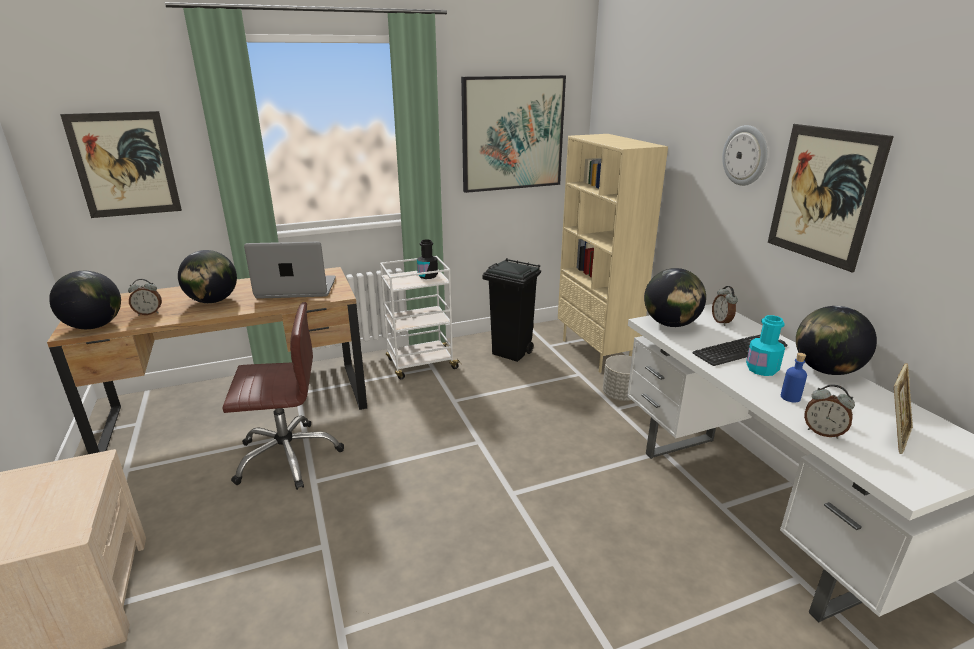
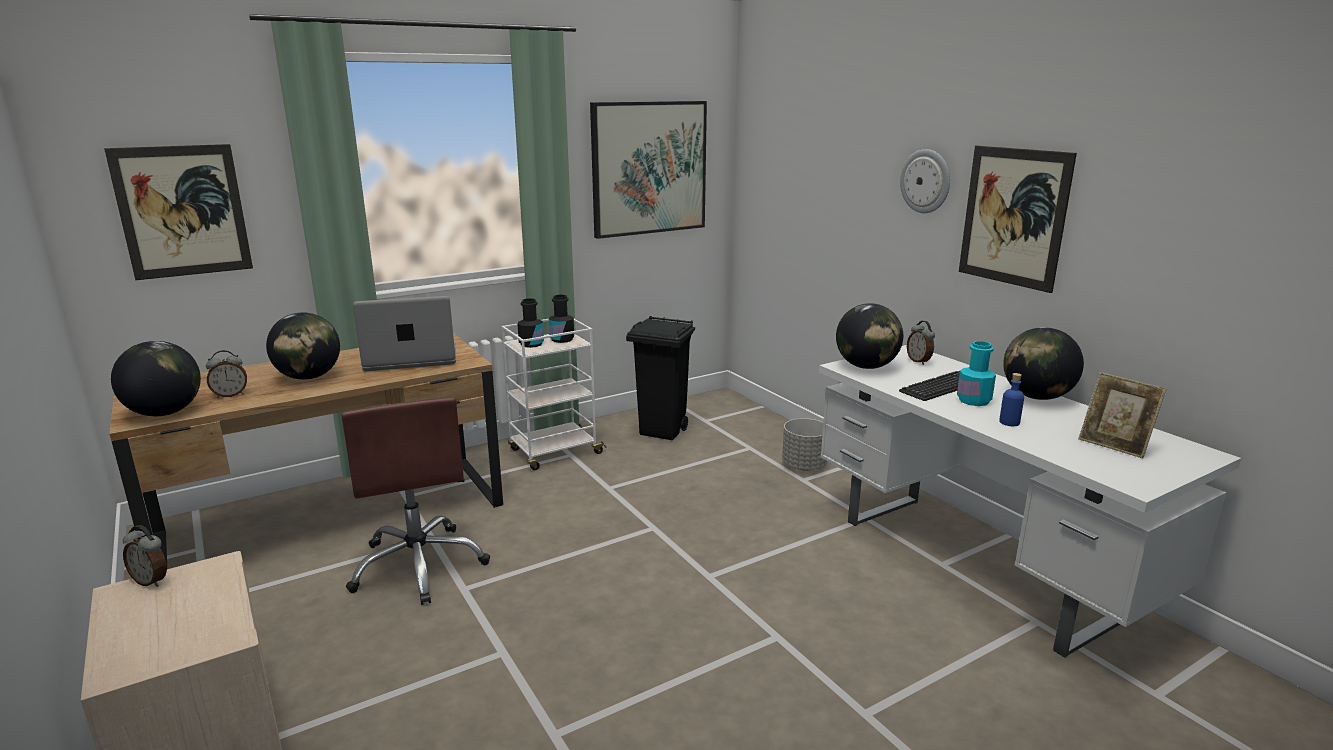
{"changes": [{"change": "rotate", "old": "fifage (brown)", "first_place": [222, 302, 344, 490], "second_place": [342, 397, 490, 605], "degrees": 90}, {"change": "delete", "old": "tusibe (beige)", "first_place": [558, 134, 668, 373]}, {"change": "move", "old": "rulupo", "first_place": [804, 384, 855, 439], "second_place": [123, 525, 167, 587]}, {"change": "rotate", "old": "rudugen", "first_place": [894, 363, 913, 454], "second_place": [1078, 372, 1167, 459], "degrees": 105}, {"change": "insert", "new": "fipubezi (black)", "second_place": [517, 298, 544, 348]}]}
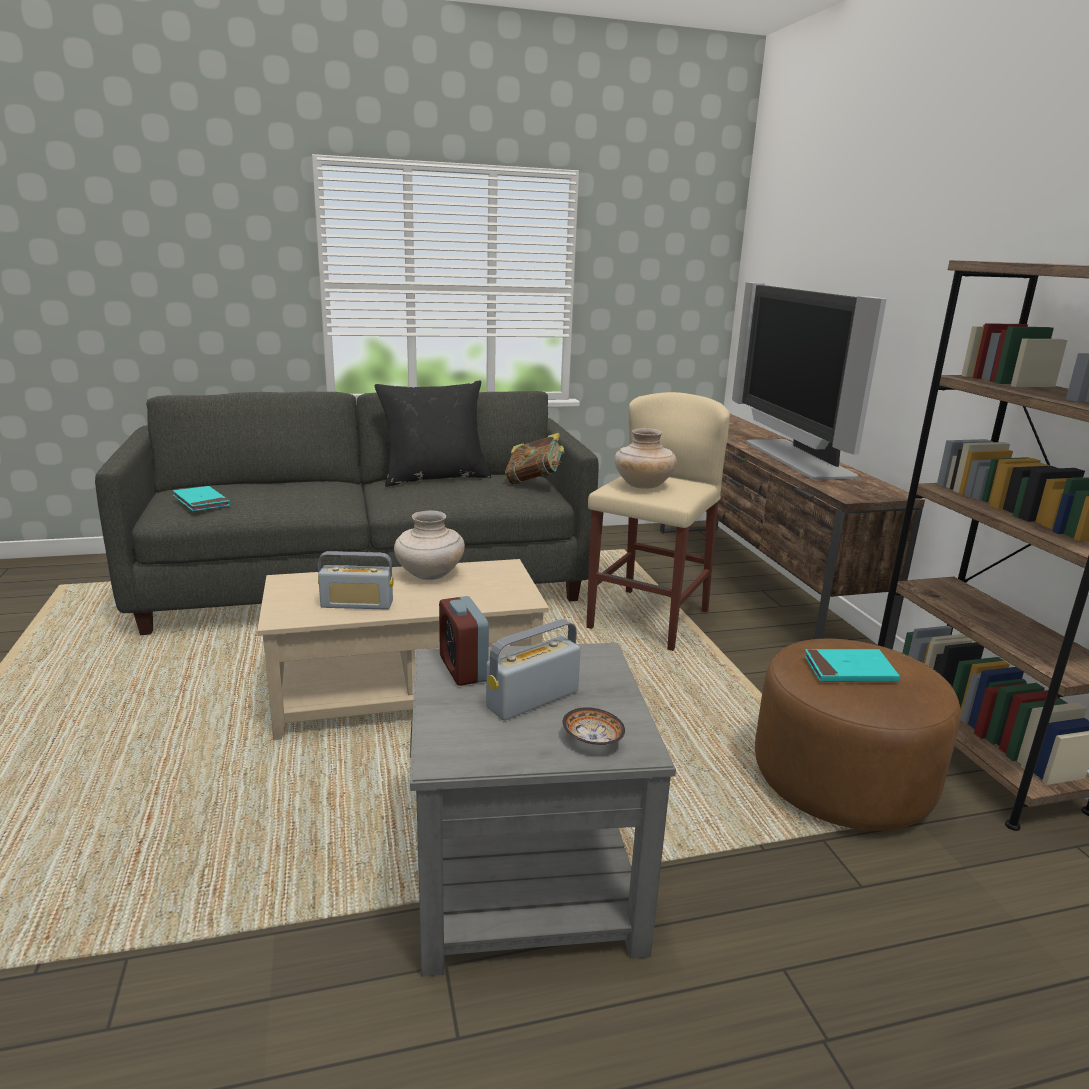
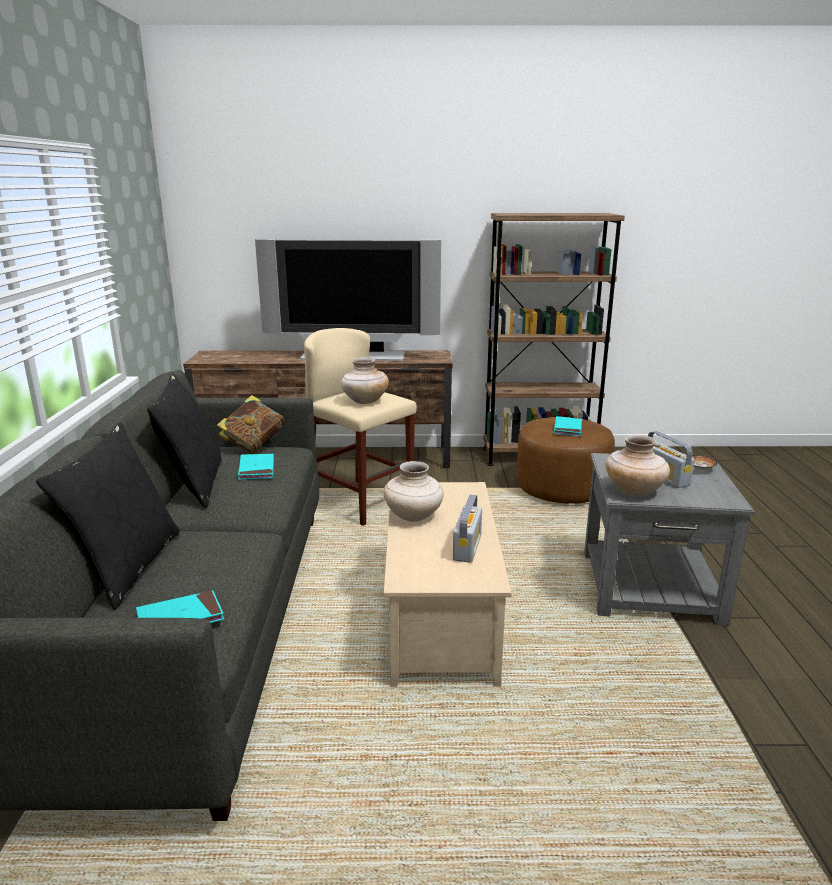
{"changes": [{"change": "replace", "old": "rulupo", "new": "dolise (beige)", "first_place": [439, 596, 489, 686], "second_place": [605, 435, 670, 496]}, {"change": "insert", "new": "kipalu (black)", "second_place": [36, 423, 181, 610]}, {"change": "insert", "new": "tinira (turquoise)", "second_place": [238, 454, 274, 480]}]}
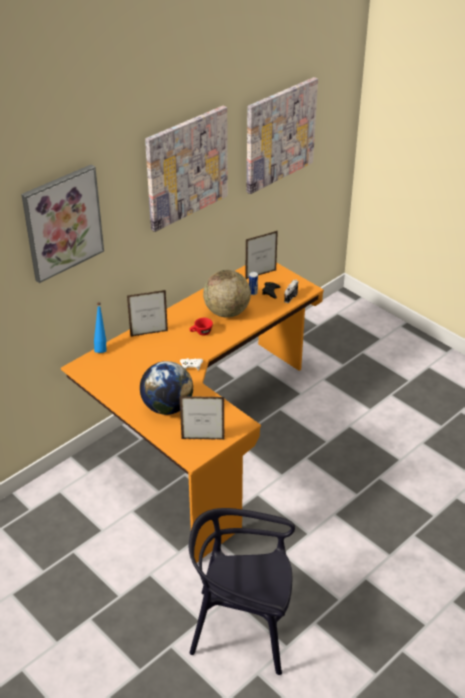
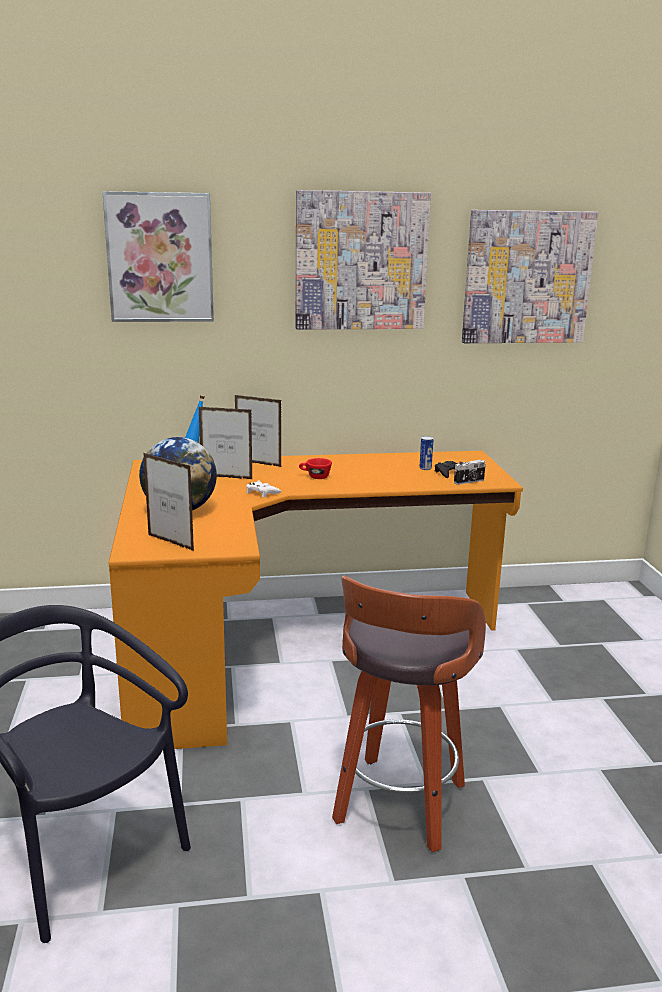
{"changes": [{"change": "delete", "old": "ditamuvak", "first_place": [203, 270, 251, 318]}, {"change": "move", "old": "rudugen", "first_place": [245, 231, 278, 279], "second_place": [199, 407, 252, 479]}, {"change": "insert", "new": "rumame", "second_place": [332, 575, 486, 852]}]}
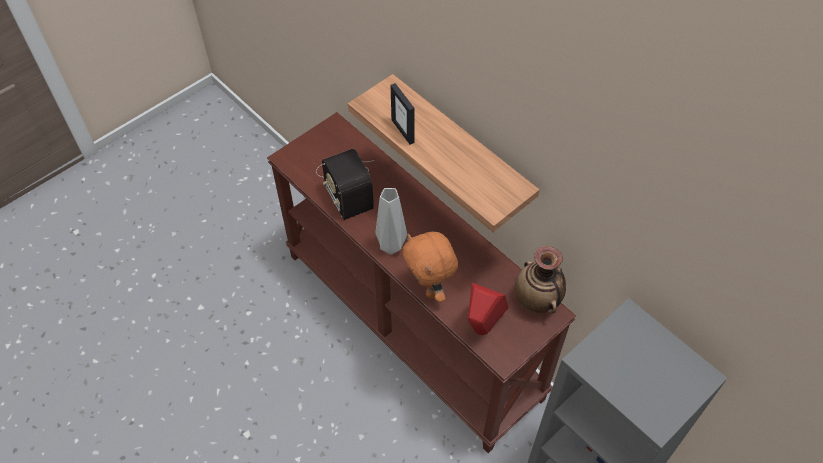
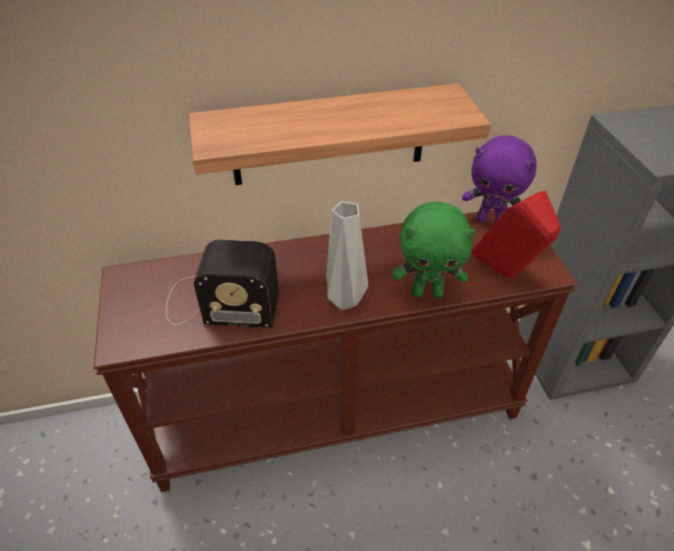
{"changes": [{"change": "delete", "old": "rudugen", "first_place": [391, 83, 415, 144]}, {"change": "recolor", "old": "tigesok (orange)", "new": "tigesok (green)", "first_place": [402, 232, 458, 302], "second_place": [392, 201, 476, 298]}, {"change": "replace", "old": "dolise", "new": "tigesok (purple)", "first_place": [515, 246, 566, 314], "second_place": [462, 135, 537, 224]}]}
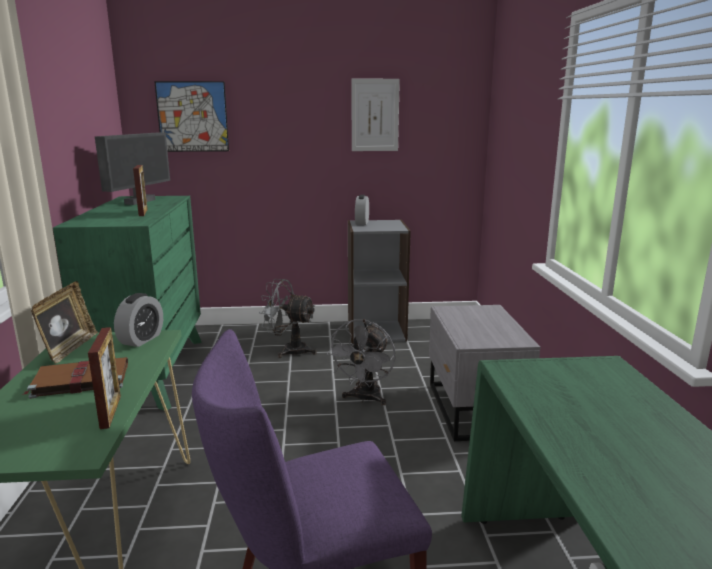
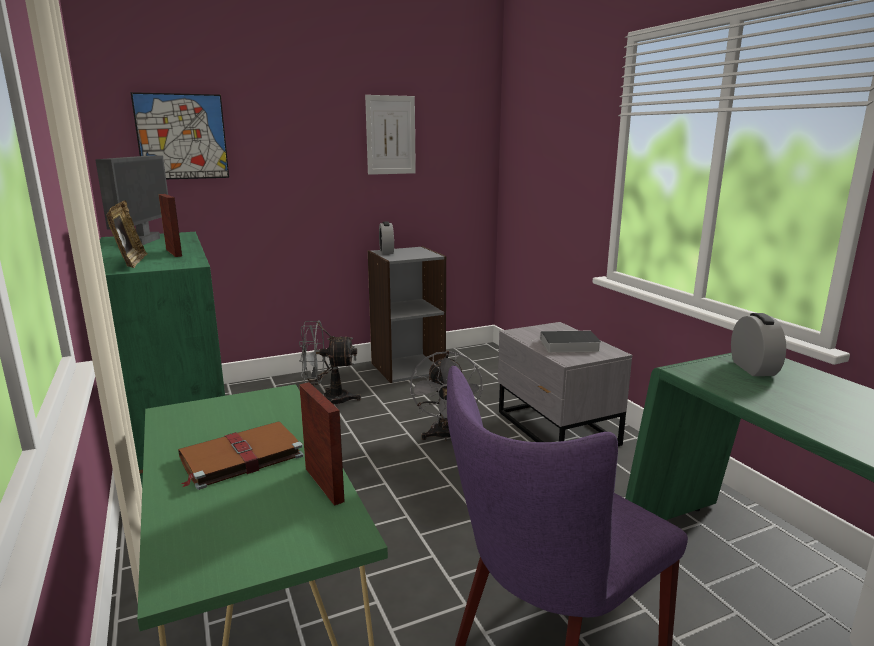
{"changes": [{"change": "move", "old": "rudugen", "first_place": [31, 281, 98, 364], "second_place": [106, 200, 148, 268]}, {"change": "move", "old": "rulupo", "first_place": [114, 293, 163, 347], "second_place": [731, 313, 786, 376]}, {"change": "insert", "new": "tinira", "second_place": [531, 331, 601, 353]}]}
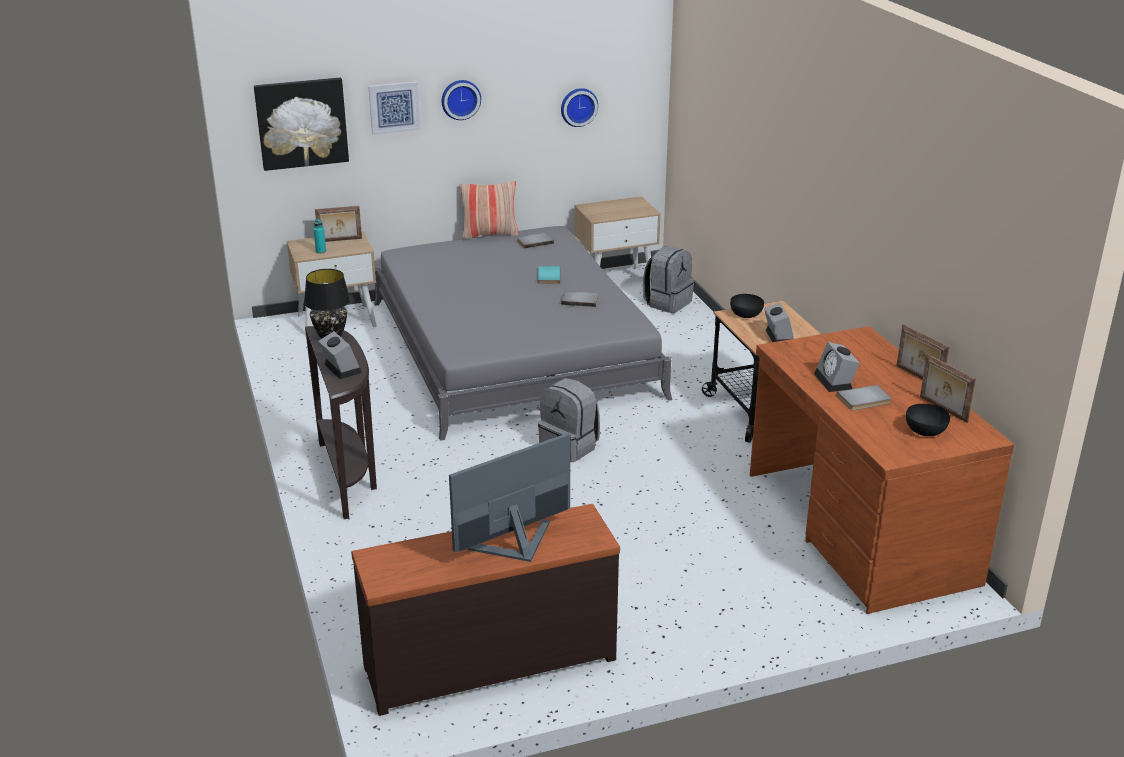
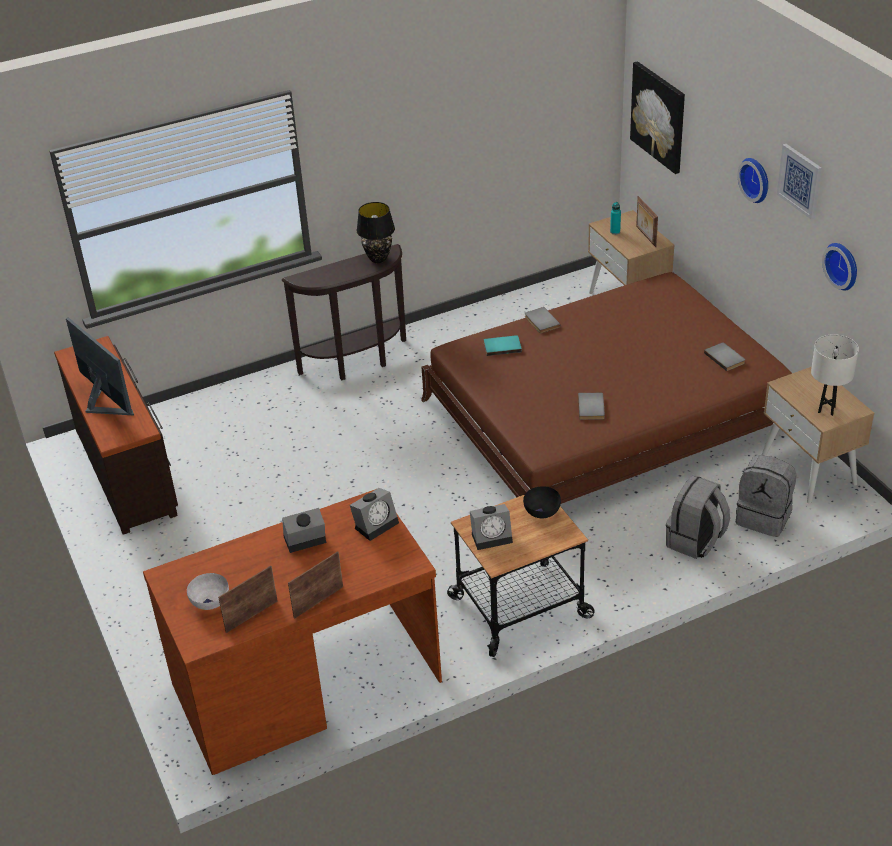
{"changes": [{"change": "move", "old": "rulupo", "first_place": [318, 331, 362, 379], "second_place": [350, 488, 399, 541]}, {"change": "move", "old": "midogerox", "first_place": [368, 81, 421, 135], "second_place": [777, 144, 822, 220]}, {"change": "recolor", "old": "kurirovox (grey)", "new": "kurirovox (brown)", "first_place": [374, 226, 673, 441], "second_place": [421, 272, 792, 504]}, {"change": "delete", "old": "kipalu", "first_place": [459, 181, 519, 239]}, {"change": "move", "old": "tinira (turquoise)", "first_place": [538, 266, 560, 284], "second_place": [484, 335, 522, 356]}, {"change": "move", "old": "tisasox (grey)", "first_place": [538, 378, 600, 462], "second_place": [666, 475, 730, 559]}, {"change": "move", "old": "tinira (grey)", "first_place": [836, 385, 892, 410], "second_place": [525, 307, 561, 333]}, {"change": "recolor", "old": "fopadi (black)", "new": "fopadi (white)", "first_place": [906, 404, 950, 436], "second_place": [187, 573, 229, 610]}, {"change": "insert", "new": "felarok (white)", "second_place": [811, 334, 859, 416]}]}
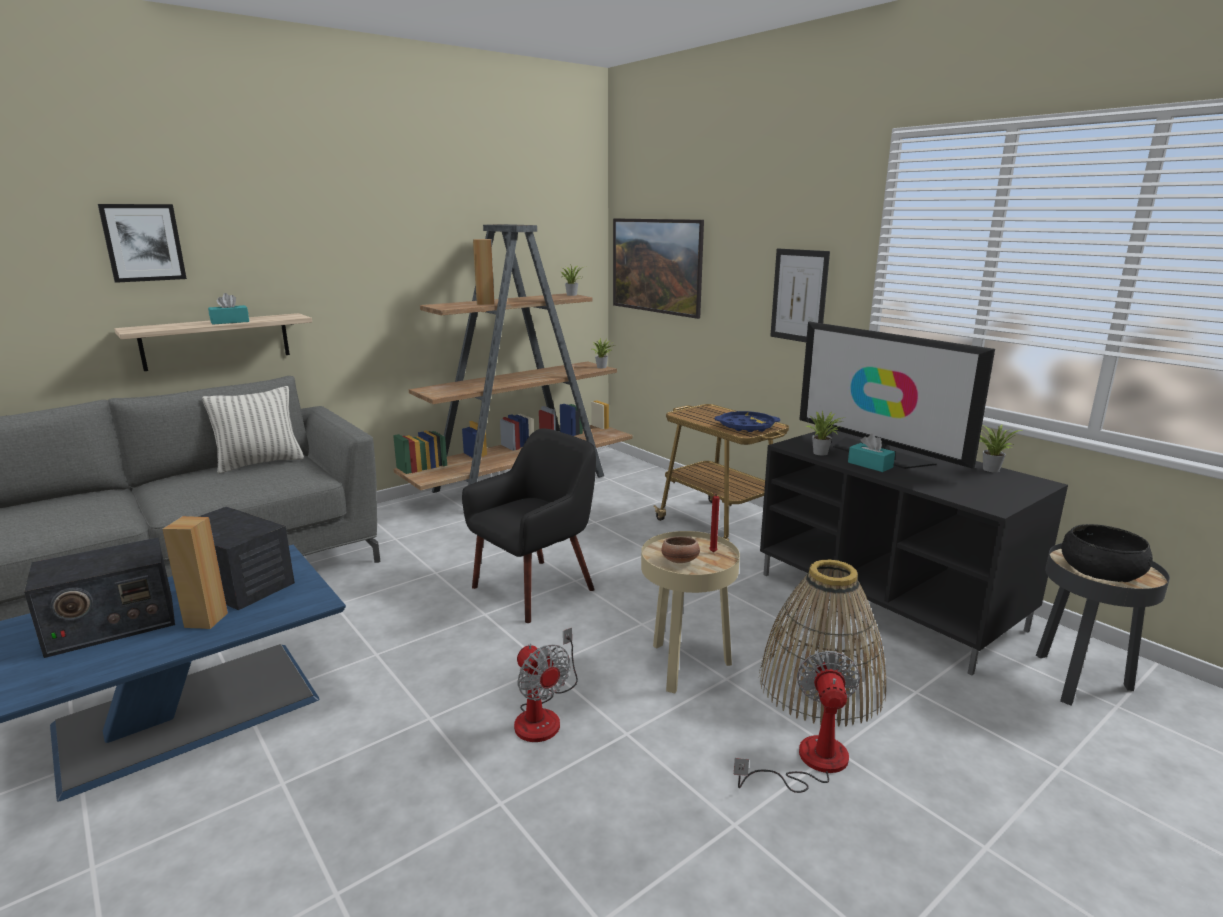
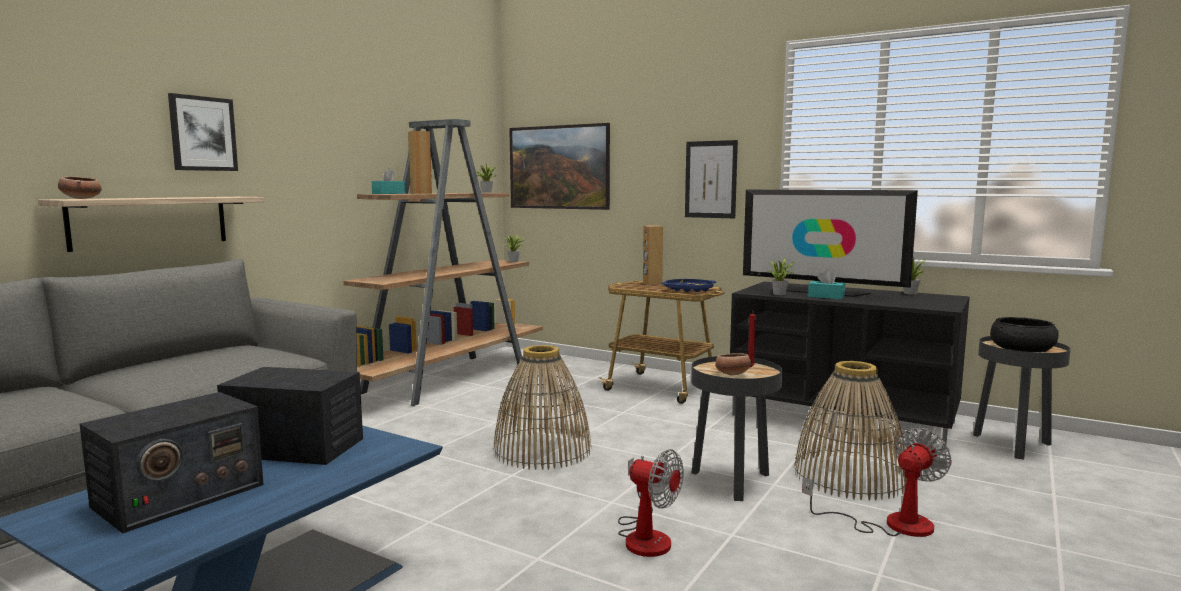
{"changes": [{"change": "move", "old": "midogerox", "first_place": [98, 204, 187, 283], "second_place": [168, 93, 238, 171]}, {"change": "move", "old": "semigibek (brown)", "first_place": [162, 516, 228, 629], "second_place": [643, 225, 663, 285]}, {"change": "delete", "old": "kipalu", "first_place": [202, 386, 304, 474]}, {"change": "move", "old": "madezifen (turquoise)", "first_place": [208, 293, 249, 325], "second_place": [372, 168, 405, 194]}, {"change": "replace", "old": "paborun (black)", "new": "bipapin", "first_place": [462, 428, 596, 623], "second_place": [493, 345, 591, 470]}, {"change": "recolor", "old": "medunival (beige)", "new": "medunival (black)", "first_place": [641, 531, 740, 694], "second_place": [691, 356, 782, 501]}, {"change": "rotate", "old": "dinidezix", "first_place": [734, 650, 860, 793], "second_place": [802, 428, 952, 537], "degrees": 60}, {"change": "insert", "new": "fopadi", "second_place": [58, 176, 101, 199]}]}
